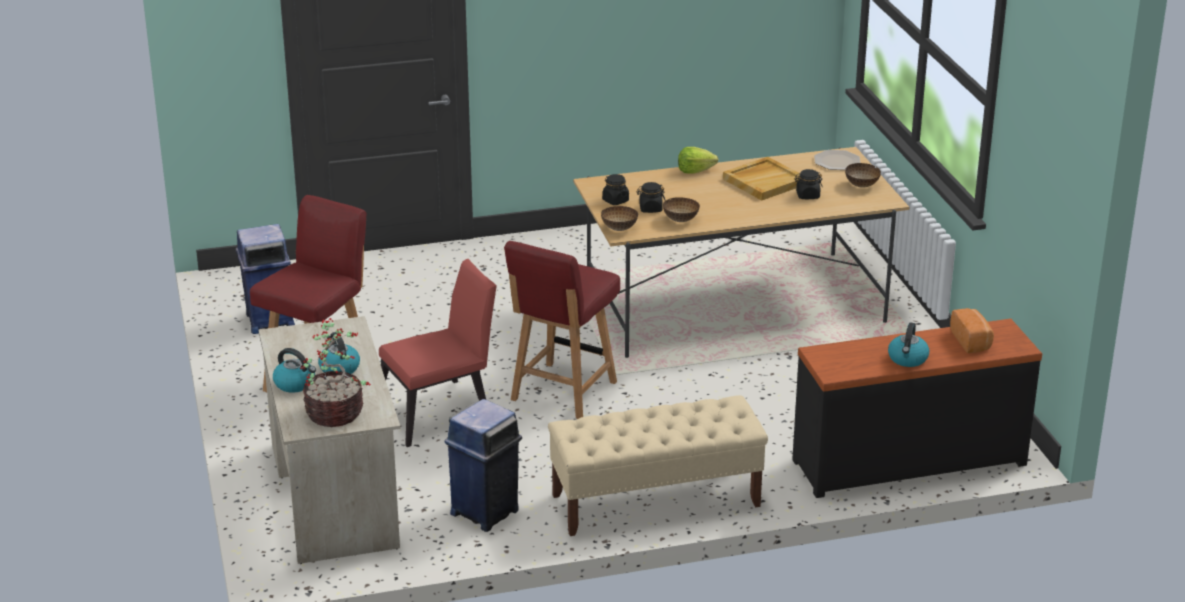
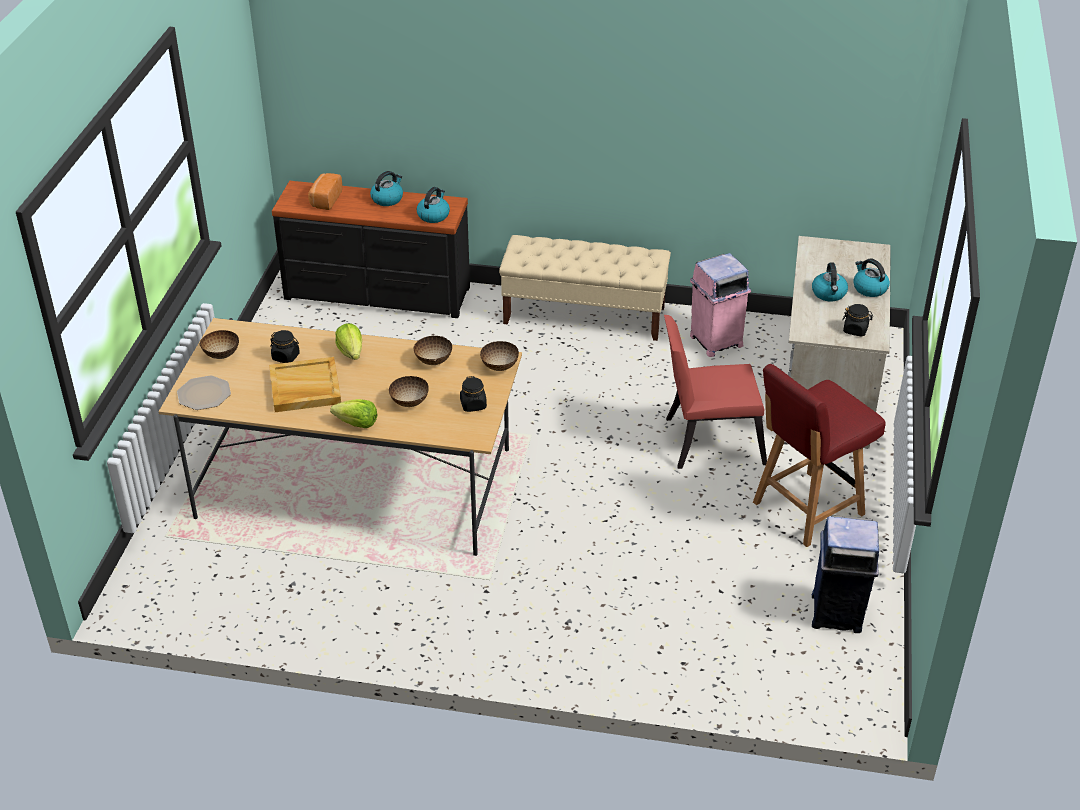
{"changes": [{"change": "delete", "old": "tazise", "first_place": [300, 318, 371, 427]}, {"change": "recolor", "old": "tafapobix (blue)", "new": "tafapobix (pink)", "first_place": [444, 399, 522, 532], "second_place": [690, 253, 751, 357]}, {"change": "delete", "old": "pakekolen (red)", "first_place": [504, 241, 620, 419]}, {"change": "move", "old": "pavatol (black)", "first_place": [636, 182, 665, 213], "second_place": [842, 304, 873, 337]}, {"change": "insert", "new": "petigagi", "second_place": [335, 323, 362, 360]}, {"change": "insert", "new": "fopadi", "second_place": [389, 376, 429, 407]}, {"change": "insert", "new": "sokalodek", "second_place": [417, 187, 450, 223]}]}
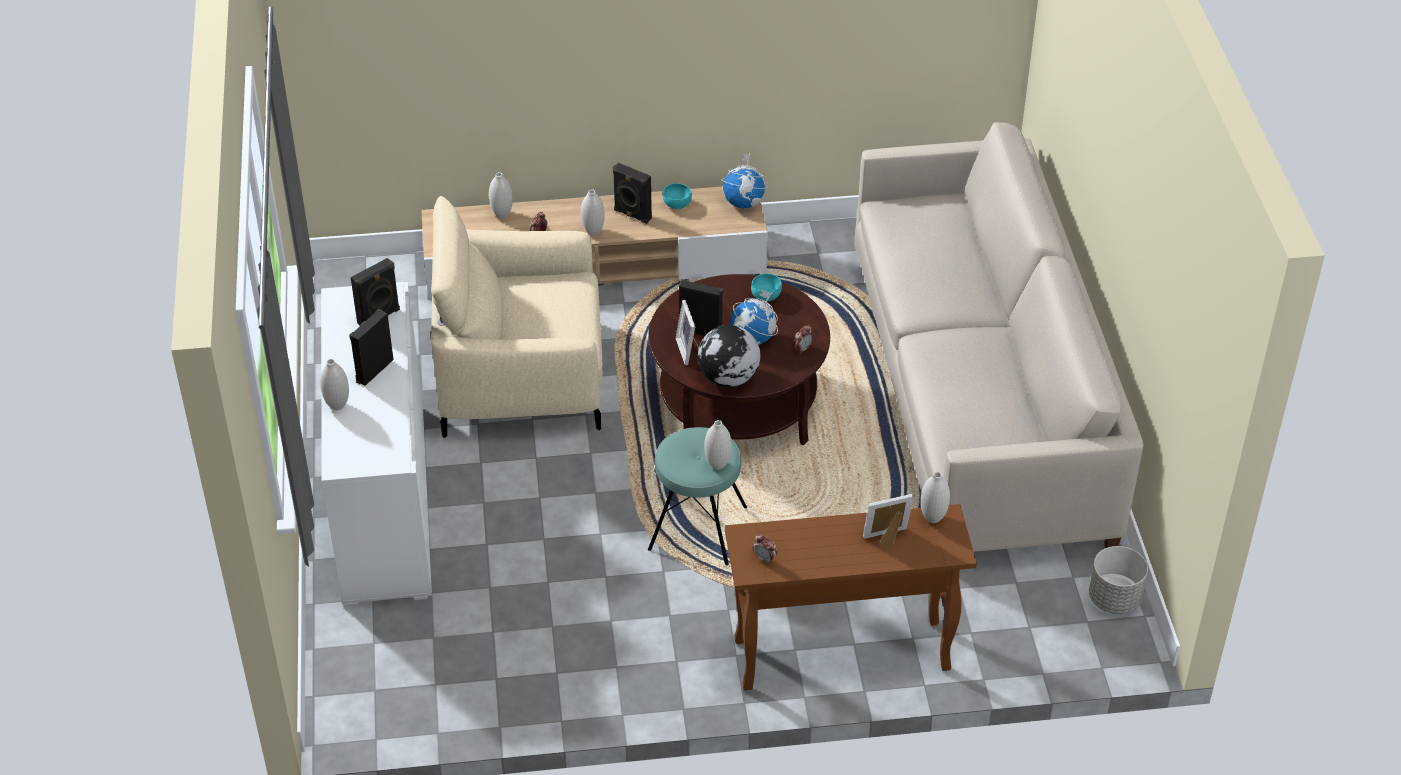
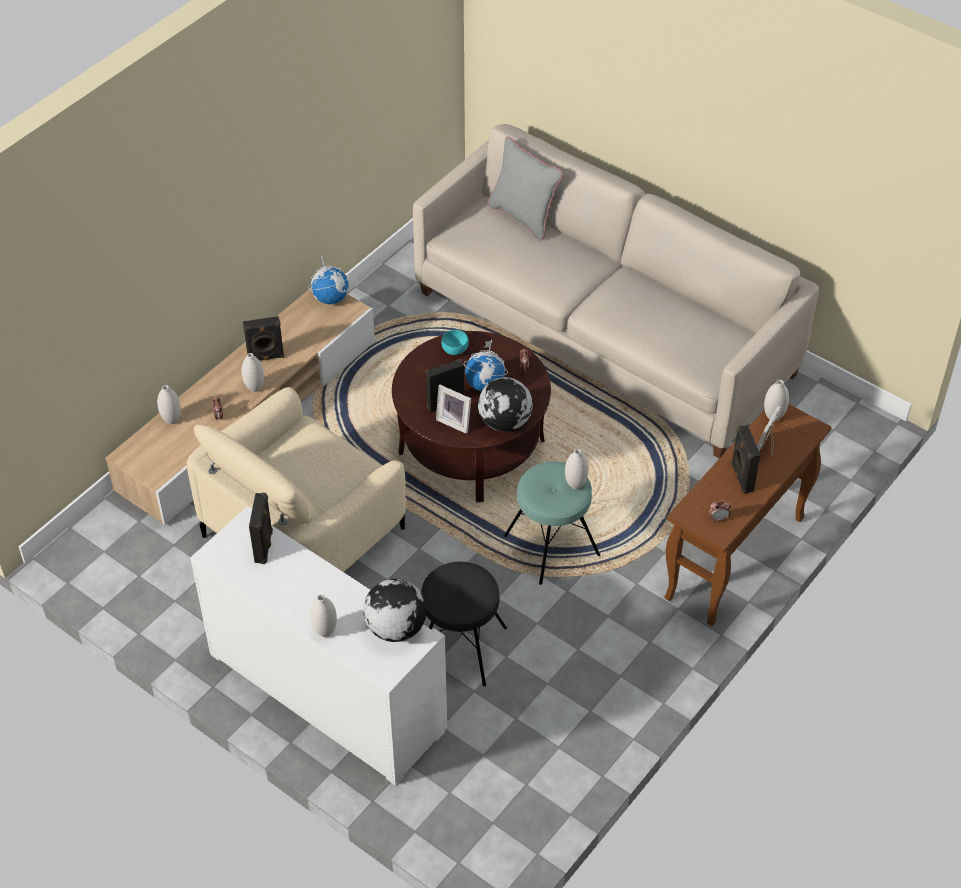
{"changes": [{"change": "move", "old": "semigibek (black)", "first_place": [349, 309, 394, 386], "second_place": [731, 425, 760, 494]}, {"change": "delete", "old": "fopadi (turquoise)", "first_place": [663, 183, 692, 209]}, {"change": "delete", "old": "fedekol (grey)", "first_place": [1089, 546, 1148, 614]}, {"change": "insert", "new": "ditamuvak", "second_place": [363, 579, 427, 642]}, {"change": "insert", "new": "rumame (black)", "second_place": [421, 561, 507, 687]}, {"change": "insert", "new": "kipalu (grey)", "second_place": [488, 137, 563, 241]}]}
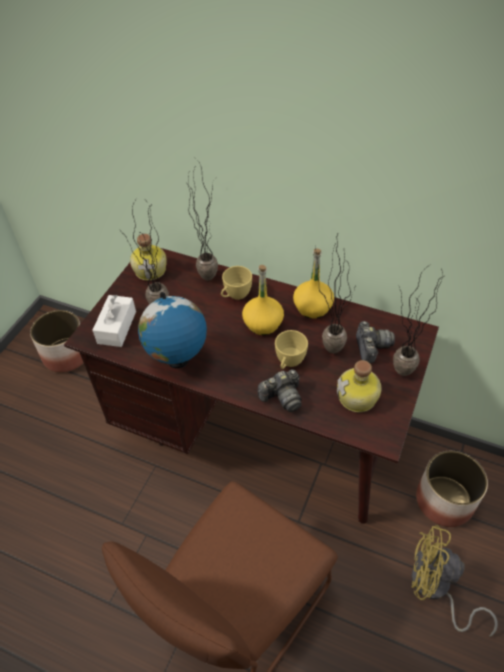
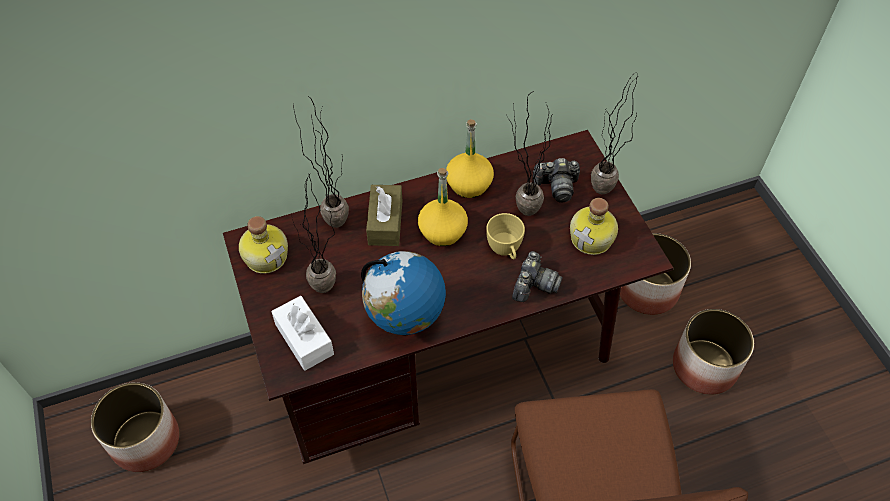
{"changes": [{"change": "replace", "old": "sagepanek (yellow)", "new": "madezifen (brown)", "first_place": [221, 266, 252, 300], "second_place": [366, 185, 402, 246]}, {"change": "rotate", "old": "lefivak", "first_place": [356, 321, 395, 363], "second_place": [533, 158, 580, 202], "degrees": 135}, {"change": "replace", "old": "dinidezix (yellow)", "new": "fedekol", "first_place": [411, 525, 498, 637], "second_place": [673, 309, 754, 395]}]}
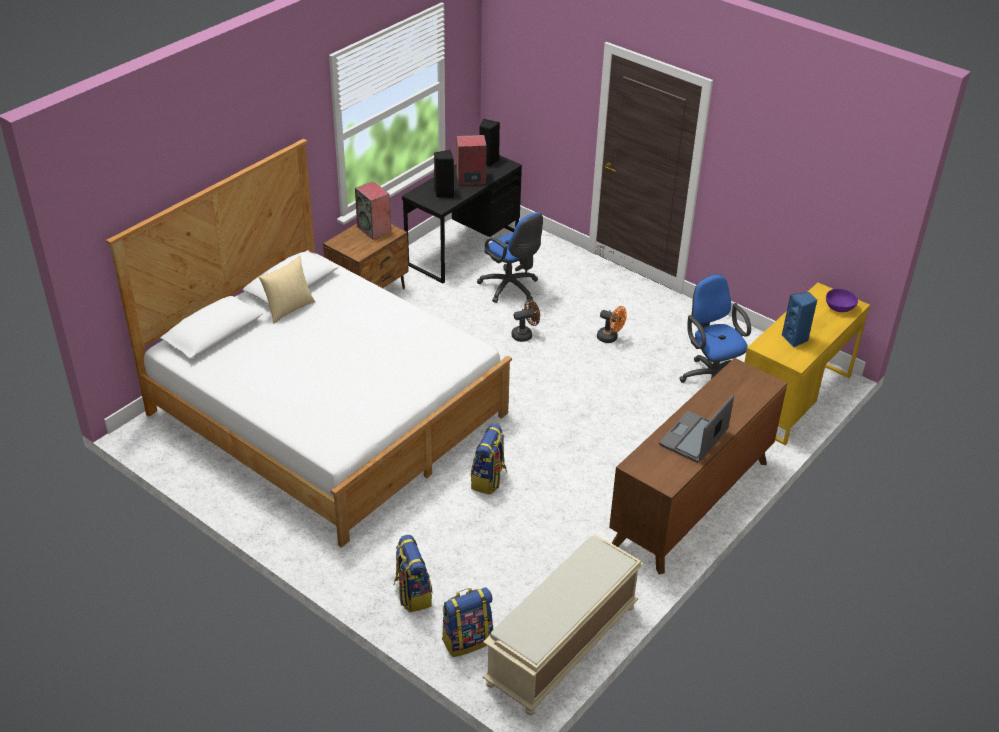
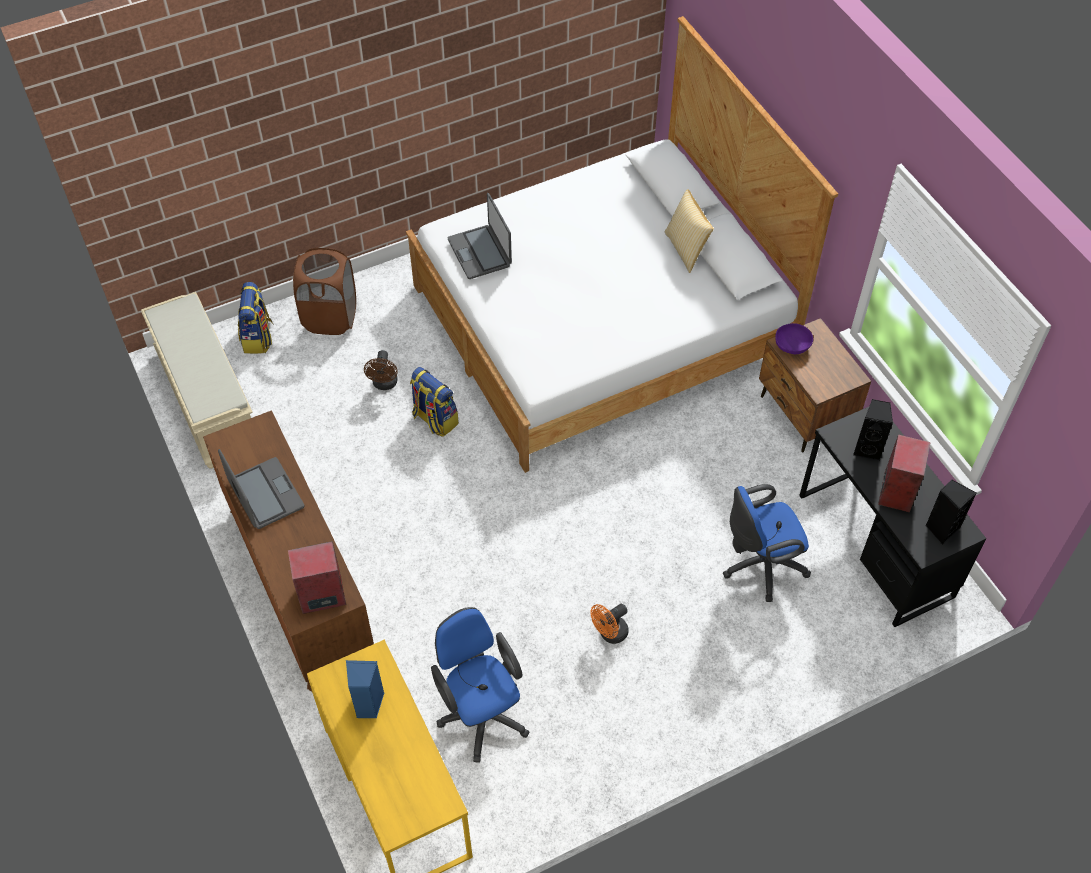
{"changes": [{"change": "move", "old": "semigibek", "first_place": [355, 181, 391, 240], "second_place": [288, 541, 346, 614]}, {"change": "replace", "old": "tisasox", "new": "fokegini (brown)", "first_place": [393, 535, 432, 612], "second_place": [293, 247, 356, 335]}, {"change": "move", "old": "dinidezix (brown)", "first_place": [512, 299, 540, 342], "second_place": [364, 350, 398, 390]}, {"change": "rotate", "old": "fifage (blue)", "first_place": [679, 274, 751, 383], "second_place": [431, 607, 529, 763], "degrees": -120}, {"change": "move", "old": "fopadi (purple)", "first_place": [826, 289, 858, 312], "second_place": [775, 323, 813, 354]}, {"change": "insert", "new": "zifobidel", "second_place": [448, 193, 512, 279]}]}
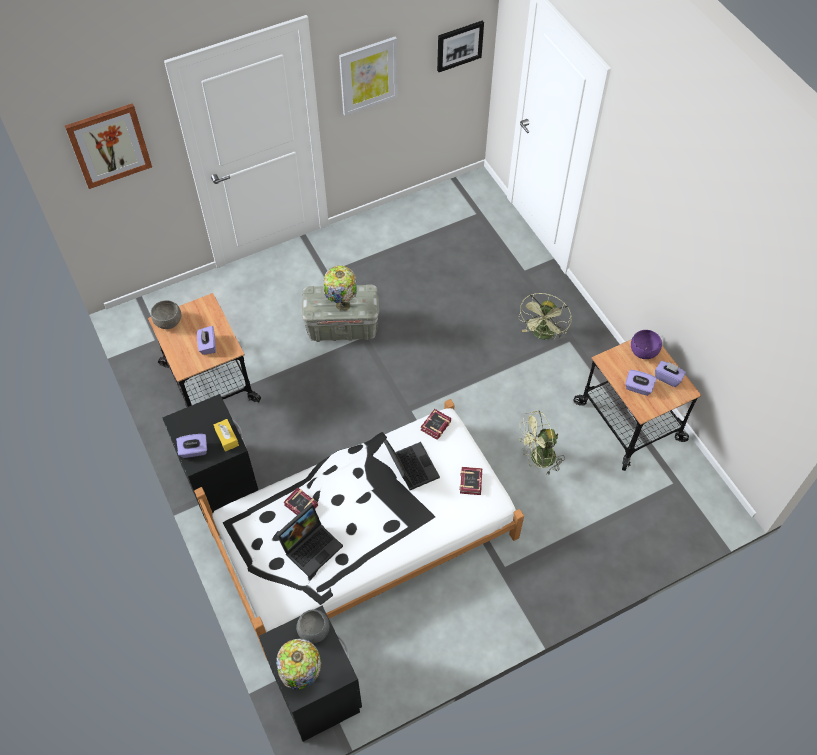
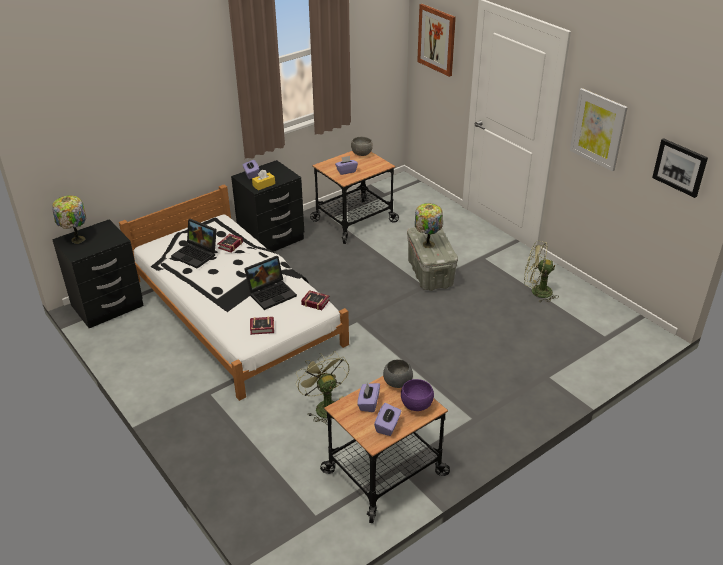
{"changes": [{"change": "move", "old": "fopadi (grey)", "first_place": [296, 609, 329, 644], "second_place": [383, 359, 413, 388]}, {"change": "move", "old": "dinidezix (green)", "first_place": [518, 293, 572, 339], "second_place": [524, 241, 558, 303]}]}
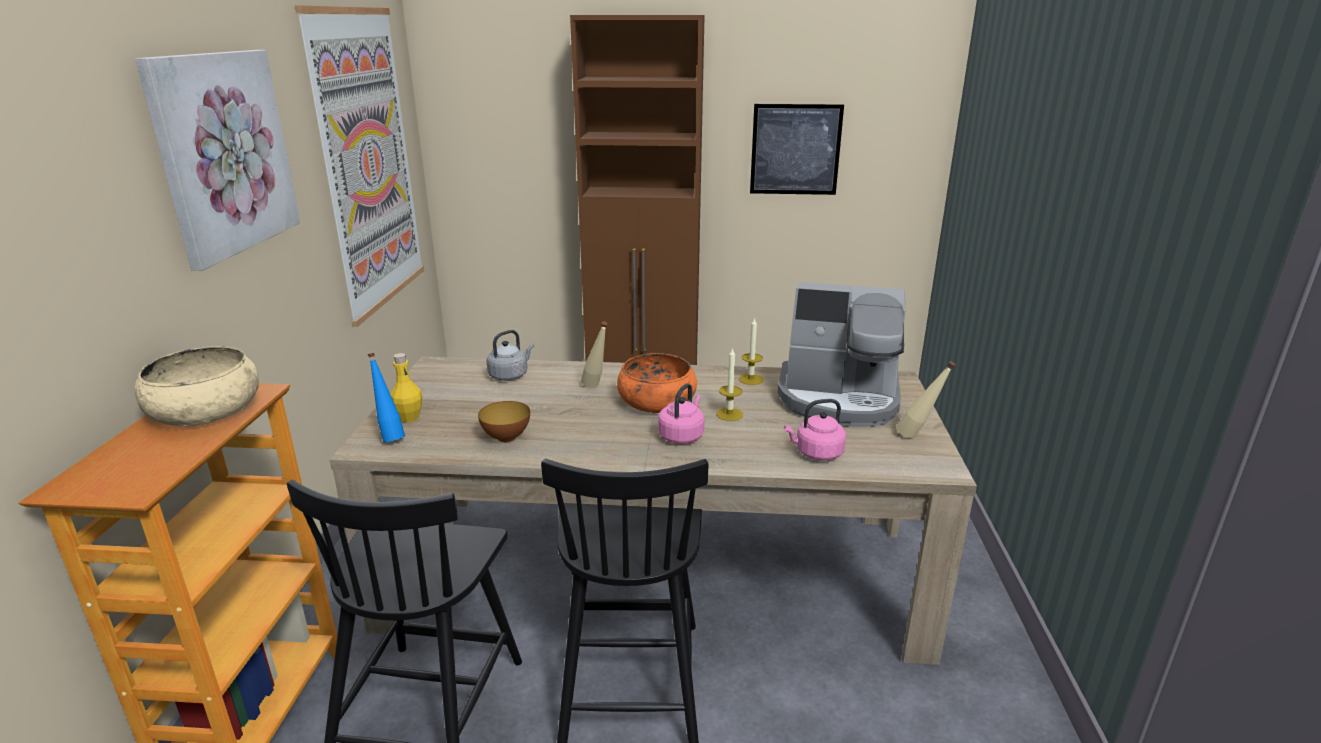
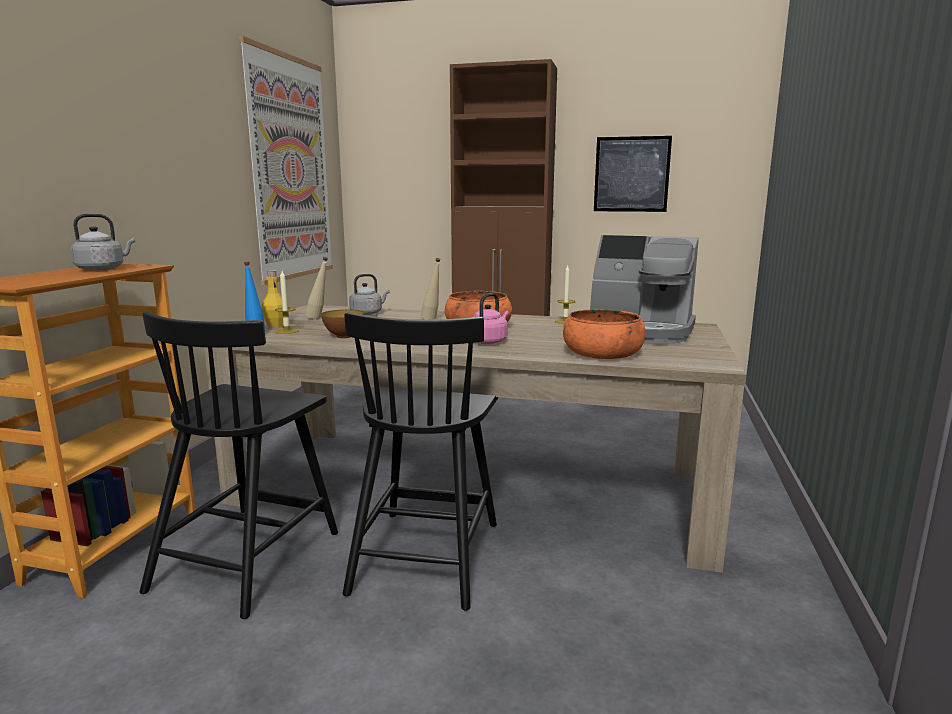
{"changes": [{"change": "delete", "old": "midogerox", "first_place": [135, 50, 300, 271]}, {"change": "replace", "old": "fopadi (beige)", "new": "sokalodek (grey)", "first_place": [135, 346, 259, 427], "second_place": [71, 214, 136, 271]}, {"change": "move", "old": "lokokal", "first_place": [716, 347, 743, 421], "second_place": [275, 271, 299, 334]}, {"change": "replace", "old": "sokalodek (pink)", "new": "fopadi (orange)", "first_place": [784, 399, 846, 461], "second_place": [563, 309, 645, 359]}, {"change": "move", "old": "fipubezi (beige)", "first_place": [896, 361, 955, 438], "second_place": [306, 257, 328, 319]}]}
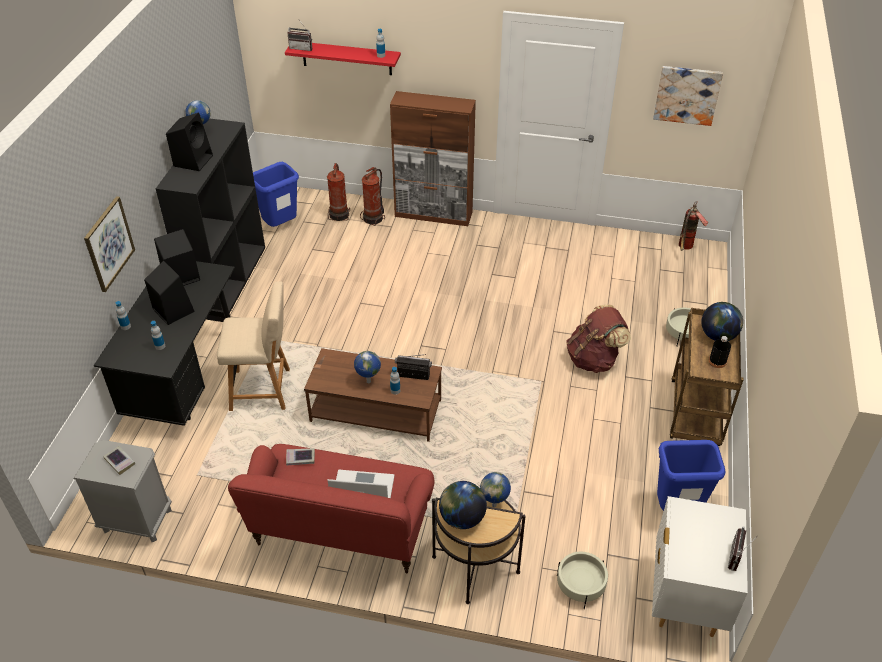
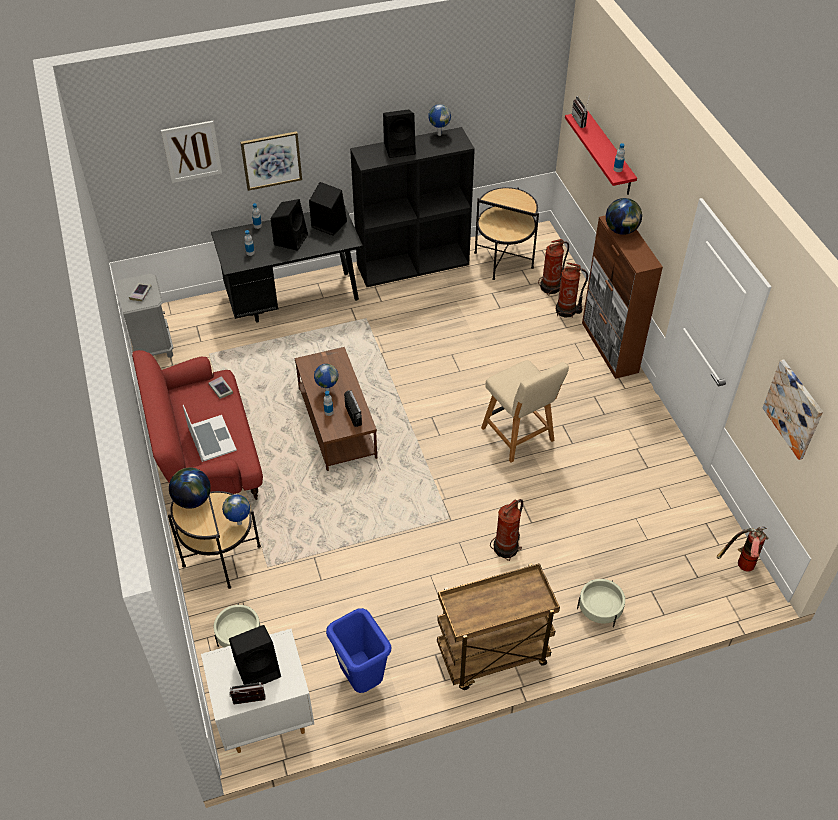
{"changes": [{"change": "move", "old": "pakekolen (beige)", "first_place": [217, 281, 290, 411], "second_place": [481, 360, 569, 463]}, {"change": "replace", "old": "tafapobix (blue)", "new": "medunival", "first_place": [253, 162, 299, 227], "second_place": [474, 187, 539, 280]}, {"change": "replace", "old": "tisasox (brown)", "new": "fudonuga", "first_place": [566, 305, 631, 373], "second_place": [490, 499, 523, 561]}, {"change": "move", "old": "ditamuvak", "first_place": [701, 302, 743, 341], "second_place": [606, 198, 642, 235]}, {"change": "delete", "old": "fipubezi (black)", "first_place": [709, 336, 731, 368]}, {"change": "insert", "new": "midogerox", "second_place": [161, 121, 222, 183]}, {"change": "insert", "new": "semigibek (black)", "second_place": [229, 625, 281, 685]}]}
